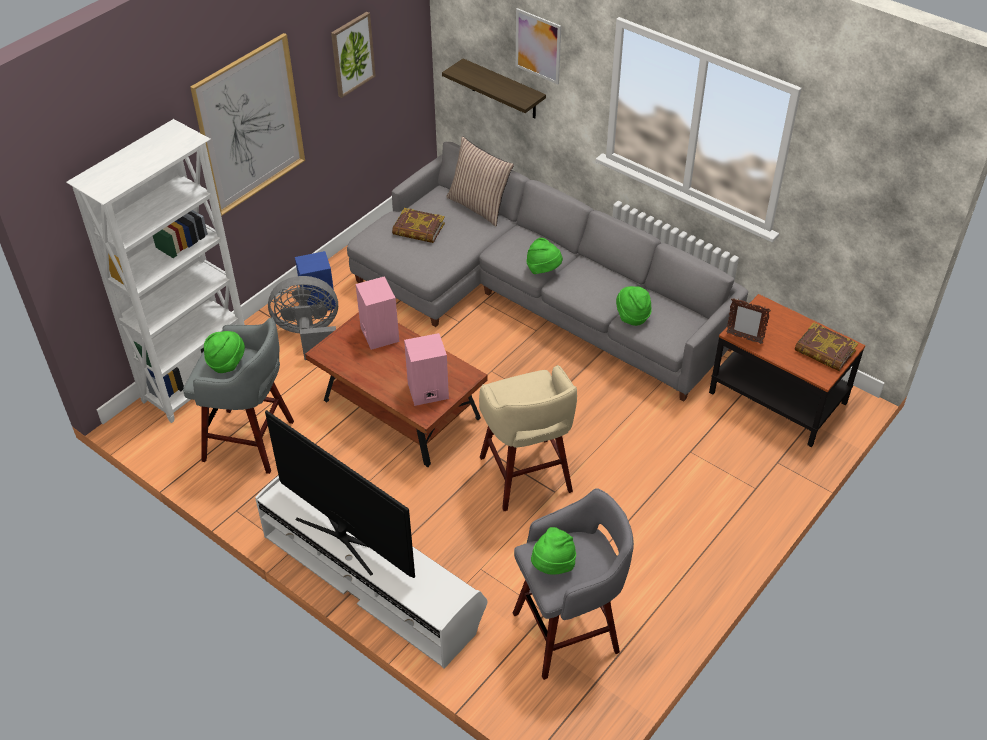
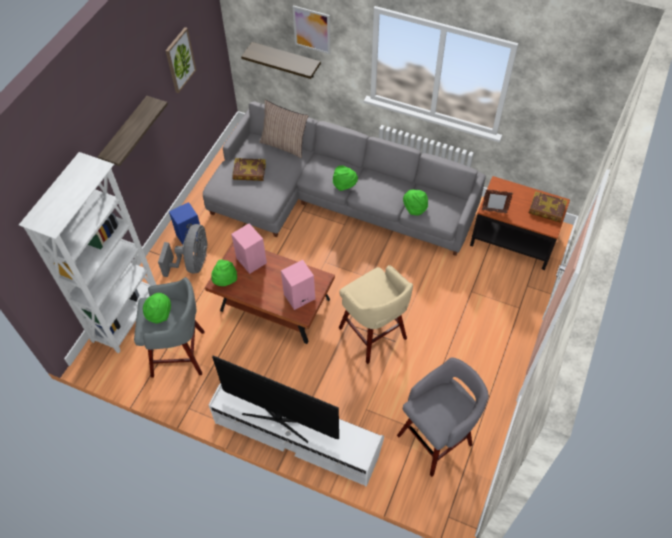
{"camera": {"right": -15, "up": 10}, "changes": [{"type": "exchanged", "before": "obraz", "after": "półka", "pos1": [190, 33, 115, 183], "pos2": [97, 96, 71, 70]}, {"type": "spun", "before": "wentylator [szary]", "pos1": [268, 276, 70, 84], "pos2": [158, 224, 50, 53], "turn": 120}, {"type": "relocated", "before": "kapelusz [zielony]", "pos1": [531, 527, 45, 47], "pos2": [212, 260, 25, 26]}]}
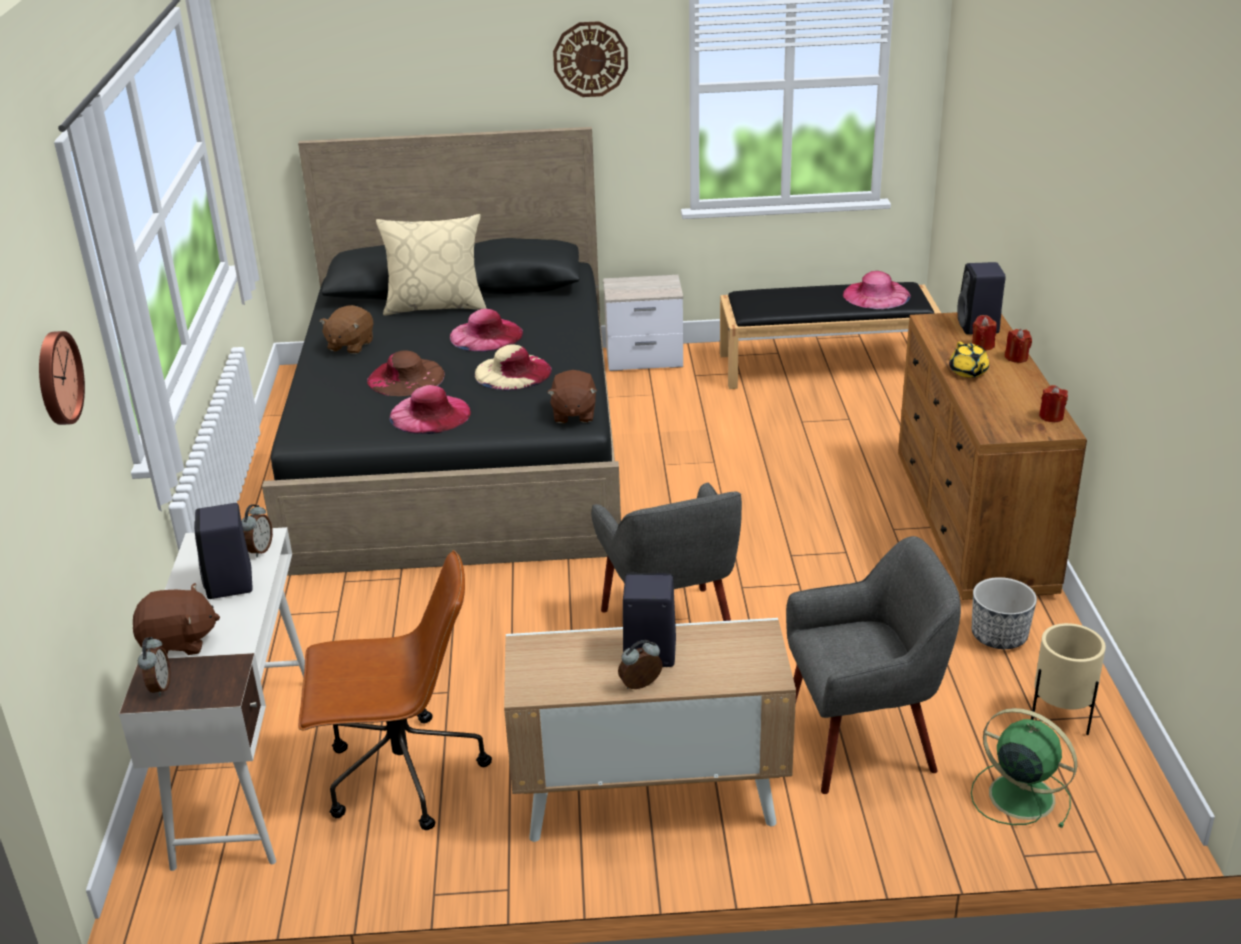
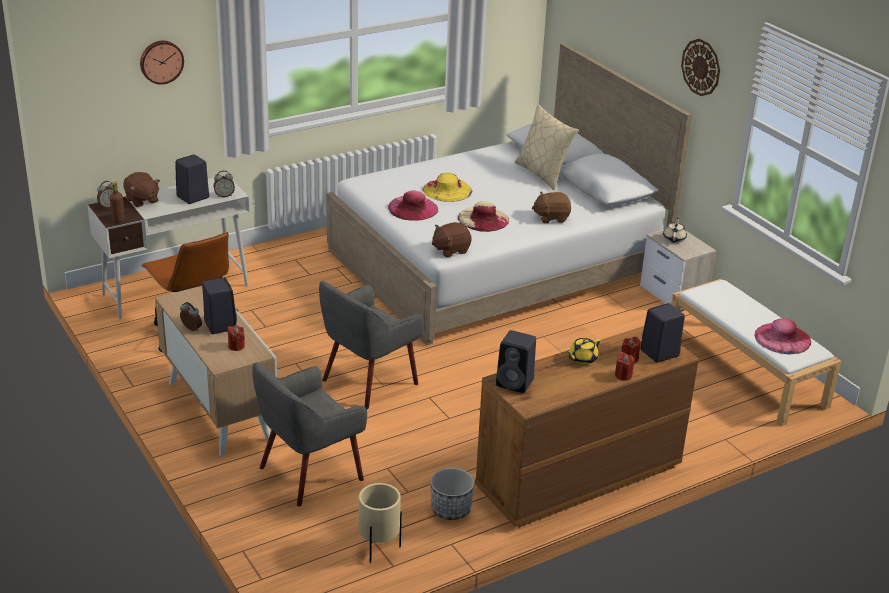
{"camera": {"right": 60, "up": 0}, "changes": [{"type": "appeared", "after": "butelka [brązowy]", "pos2": [110, 181, 15, 42]}, {"type": "relocated", "before": "świeca [czerwony]", "pos1": [1039, 385, 29, 37], "pos2": [228, 325, 17, 26]}, {"type": "spun", "before": "fotel [szary]", "pos1": [786, 536, 175, 258], "pos2": [252, 362, 115, 145], "turn": 90}, {"type": "colour", "before": "łóżko [czarny]", "after": "łóżko [biały]", "pos1": [262, 127, 359, 449], "pos2": [326, 43, 366, 302]}, {"type": "colour", "before": "kapelusz [brązowy]", "after": "kapelusz [żółty]", "pos1": [367, 350, 78, 46], "pos2": [423, 173, 49, 29]}, {"type": "appeared", "after": "głośnik [czarny]", "pos2": [496, 330, 40, 63]}, {"type": "relocated", "before": "pluszak [brązowy]", "pos1": [320, 305, 54, 49], "pos2": [532, 191, 39, 32]}, {"type": "appeared", "after": "imbryk [beżowy]", "pos2": [663, 217, 24, 26]}, {"type": "colour", "before": "ławka [czarny]", "after": "ławka [biały]", "pos1": [720, 282, 221, 107], "pos2": [671, 279, 170, 147]}, {"type": "missing", "before": "kapelusz [różowy]", "pos1": [450, 309, 73, 43]}, {"type": "missing", "before": "wentylator [zielony]", "pos1": [971, 708, 106, 120]}]}
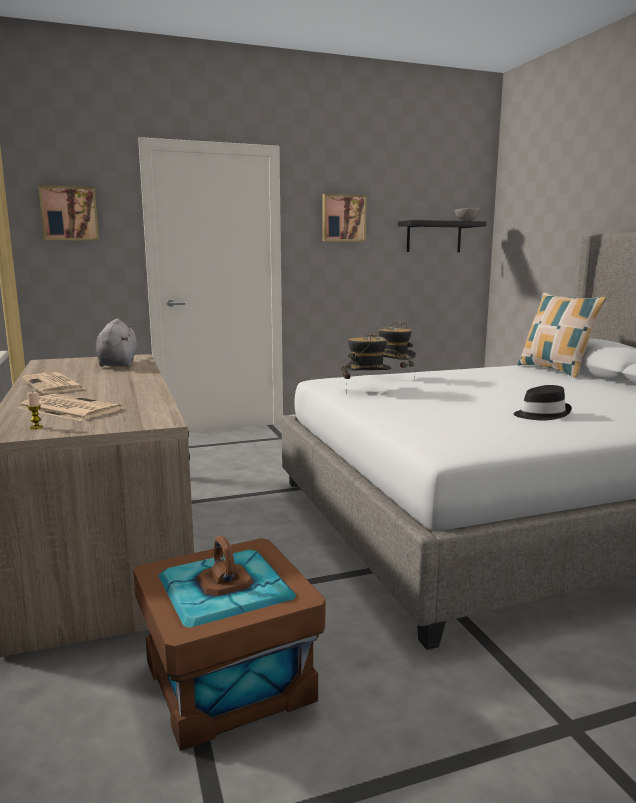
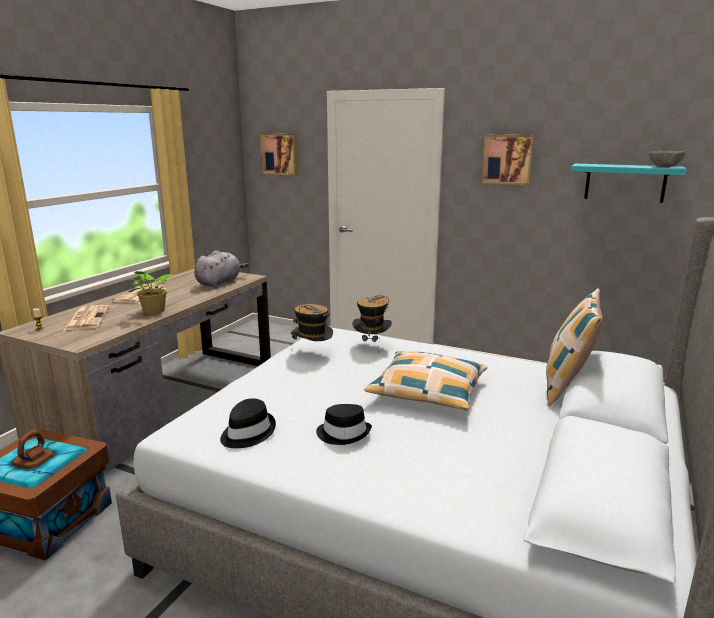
{"camera": {"right": 45, "up": 5}, "changes": [{"type": "appeared", "after": "roślina doniczkowa", "pos2": [128, 268, 44, 46]}, {"type": "appeared", "after": "kapelusz [czarny]", "pos2": [220, 398, 56, 50]}, {"type": "appeared", "after": "poduszka", "pos2": [364, 351, 124, 60]}, {"type": "colour", "before": "półka [czarny]", "after": "półka [turkusowy]", "pos1": [398, 220, 88, 32], "pos2": [571, 164, 116, 39]}]}
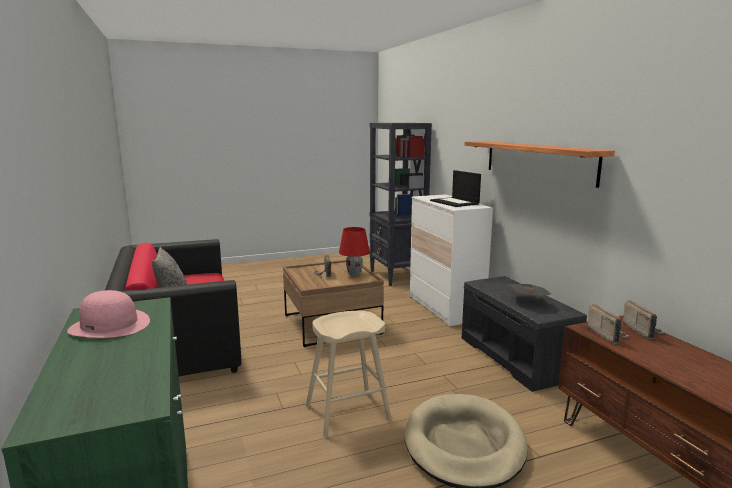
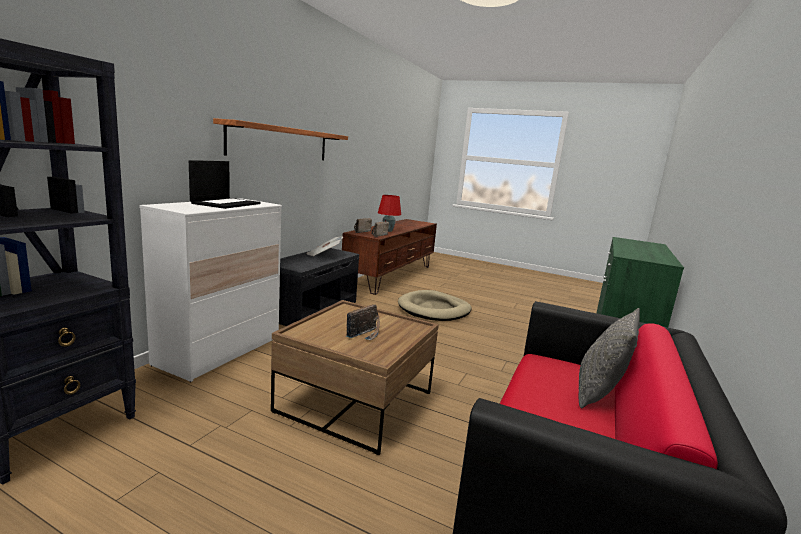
{"camera": {"right": -135, "up": 0}, "changes": [{"type": "relocated", "before": "lampa stołowa [czerwony]", "pos1": [339, 227, 31, 49], "pos2": [378, 195, 23, 37]}, {"type": "missing", "before": "kapelusz [różowy]", "pos1": [67, 290, 83, 48]}, {"type": "missing", "before": "stołek [beżowy]", "pos1": [306, 311, 86, 126]}]}
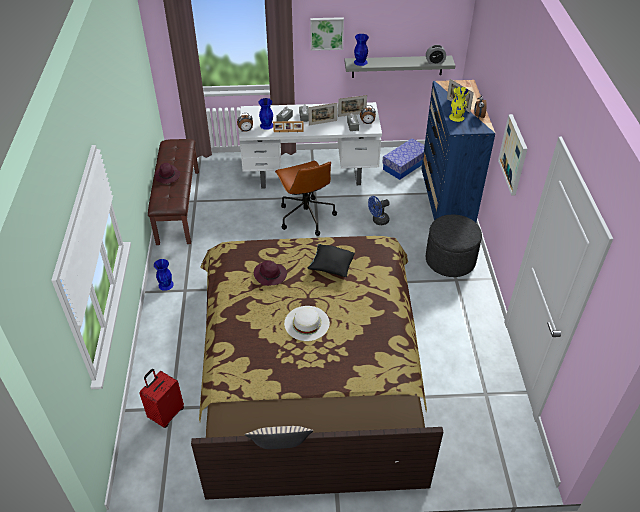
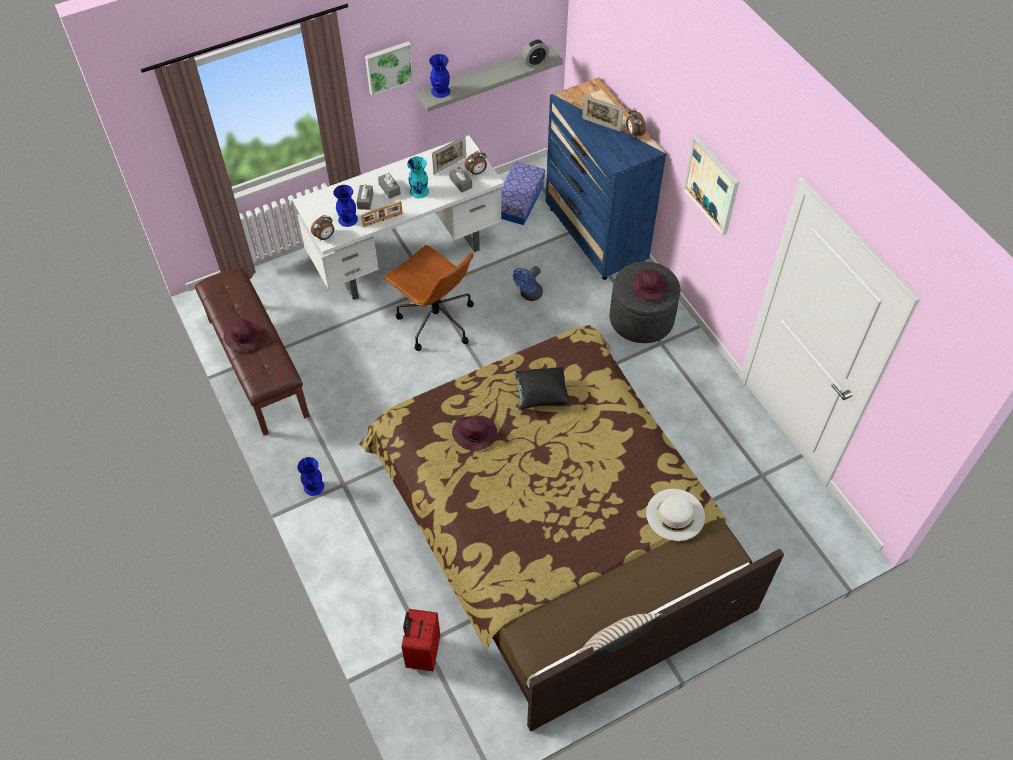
{"camera": {"right": -25, "up": 10}, "changes": [{"type": "exchanged", "before": "ramka na zdjęcie", "after": "wazon [turkusowy]", "pos1": [309, 103, 28, 22], "pos2": [407, 157, 22, 41]}, {"type": "appeared", "after": "kapelusz [fioletowy]", "pos2": [632, 269, 36, 32]}, {"type": "relocated", "before": "kapelusz [biały]", "pos1": [284, 306, 46, 35], "pos2": [646, 489, 59, 52]}, {"type": "missing", "before": "wazon [żółty]", "pos1": [449, 87, 20, 35]}]}
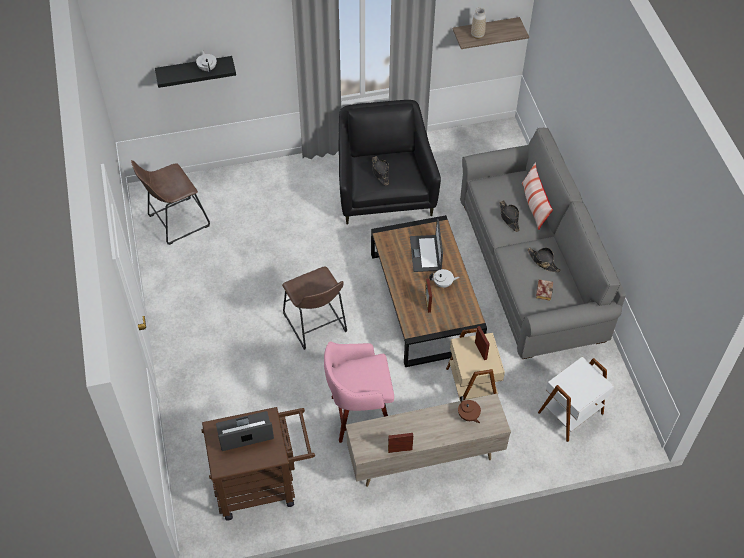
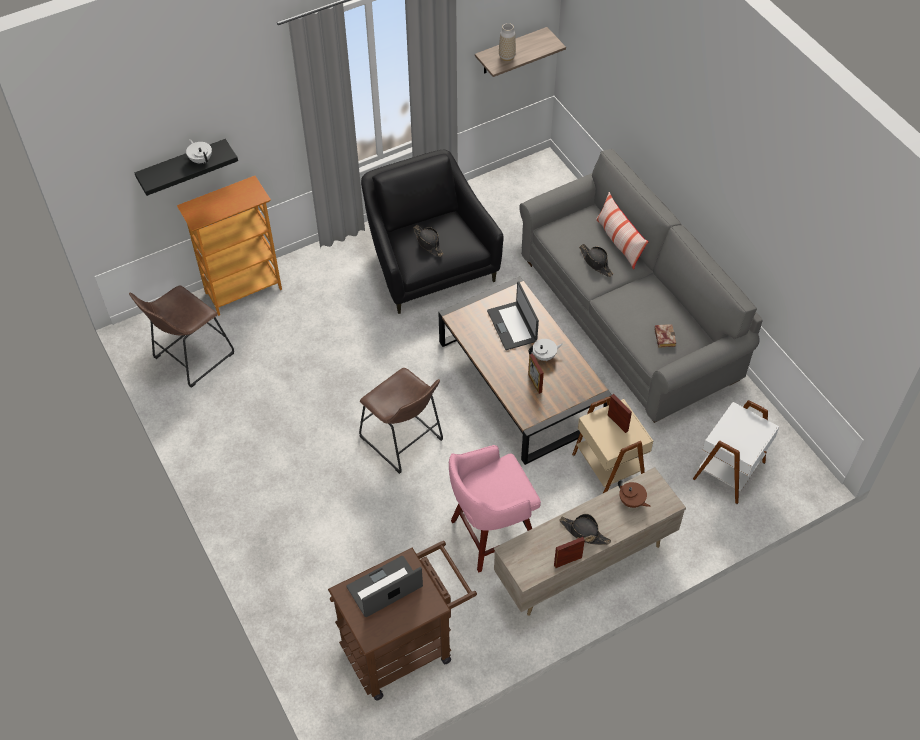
{"camera": {"right": -15, "up": 0}, "changes": [{"type": "appeared", "after": "regał", "pos2": [177, 176, 105, 140]}, {"type": "relocated", "before": "kapelusz [czarny]", "pos1": [527, 248, 34, 24], "pos2": [559, 514, 52, 31]}]}
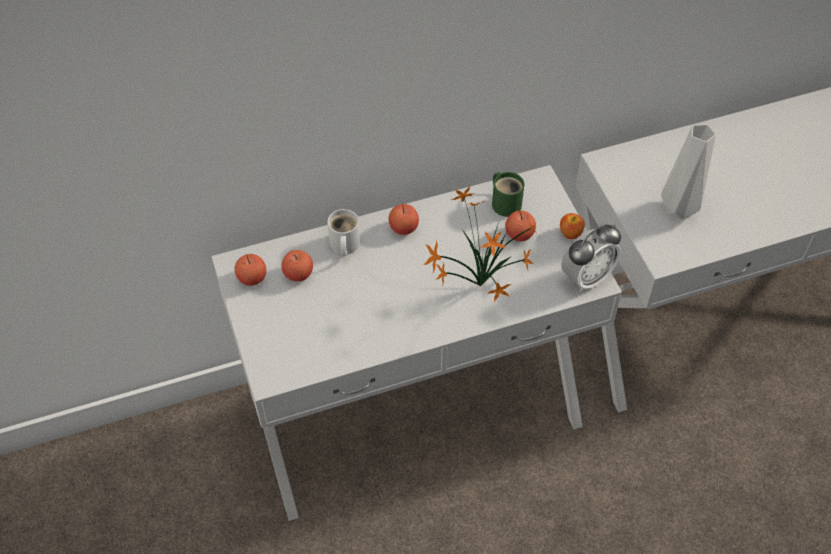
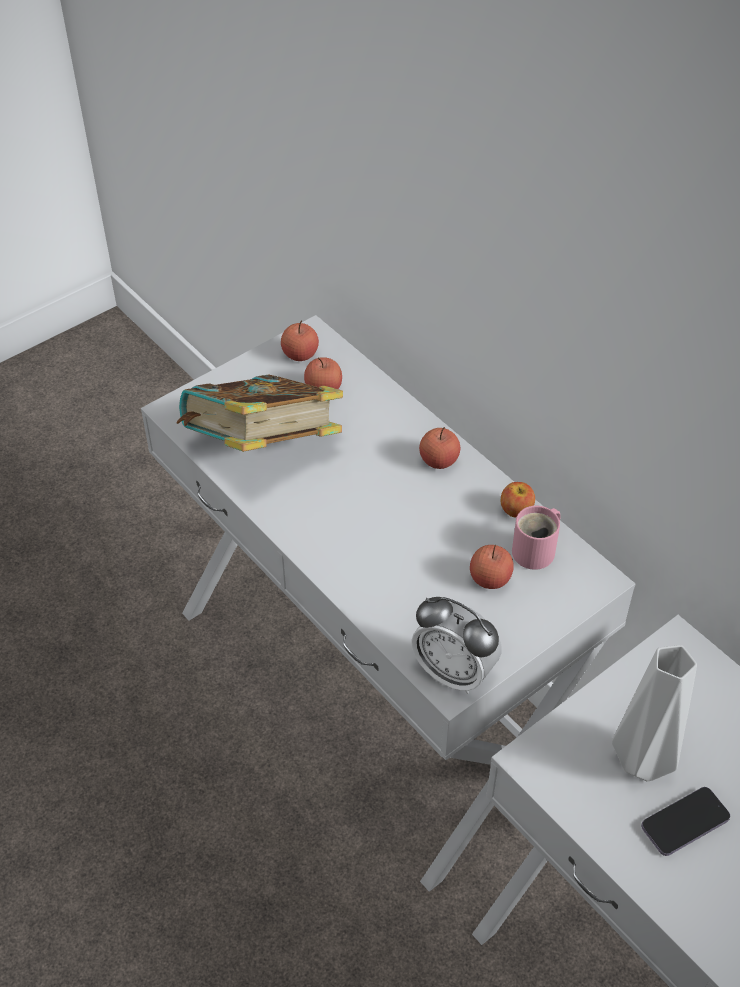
{"camera": {"right": 70, "up": -5}, "changes": [{"type": "appeared", "after": "książka", "pos2": [177, 375, 166, 77]}, {"type": "relocated", "before": "jabłko", "pos1": [560, 213, 25, 26], "pos2": [501, 482, 34, 36]}, {"type": "colour", "before": "kubek [zielony]", "after": "kubek [różowy]", "pos1": [492, 172, 32, 45], "pos2": [512, 506, 49, 64]}, {"type": "appeared", "after": "telefon", "pos2": [641, 787, 89, 69]}, {"type": "missing", "before": "kubek [biały]", "pos1": [327, 209, 33, 47]}, {"type": "missing", "before": "roślina doniczkowa", "pos1": [423, 186, 116, 116]}]}
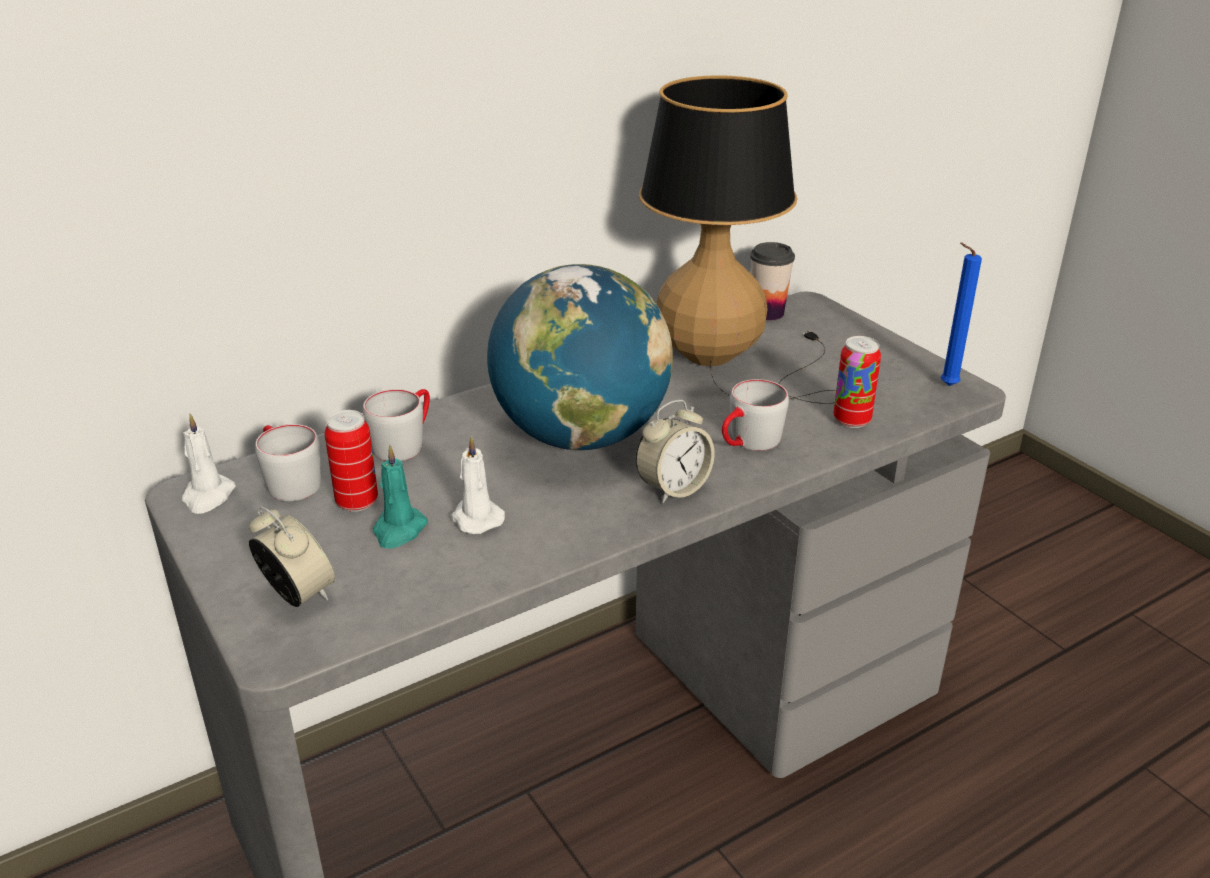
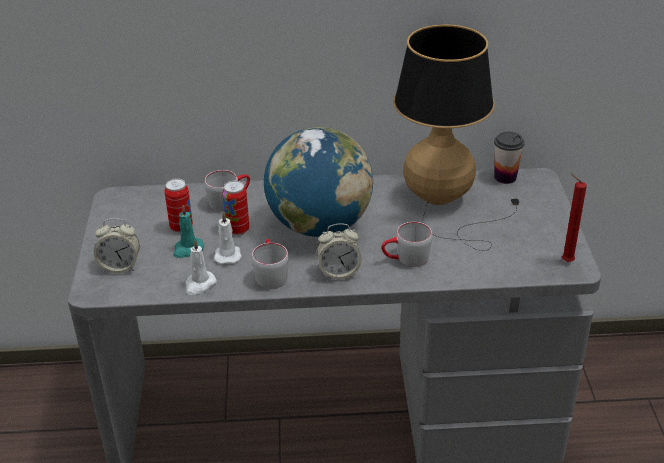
{"camera": {"right": 30, "up": 5}, "changes": [{"type": "spun", "before": "budzik", "pos1": [249, 506, 86, 101], "pos2": [94, 218, 46, 55], "turn": 105}, {"type": "relocated", "before": "świeca [biały]", "pos1": [182, 413, 54, 101], "pos2": [185, 240, 32, 55]}, {"type": "relocated", "before": "puszka", "pos1": [833, 336, 48, 92], "pos2": [223, 181, 26, 54]}, {"type": "relocated", "before": "kubek [szary]", "pos1": [255, 424, 66, 77], "pos2": [251, 239, 38, 50]}, {"type": "colour", "before": "świeca [niebieski]", "after": "świeca [czerwony]", "pos1": [941, 242, 41, 144], "pos2": [562, 173, 25, 89]}]}
